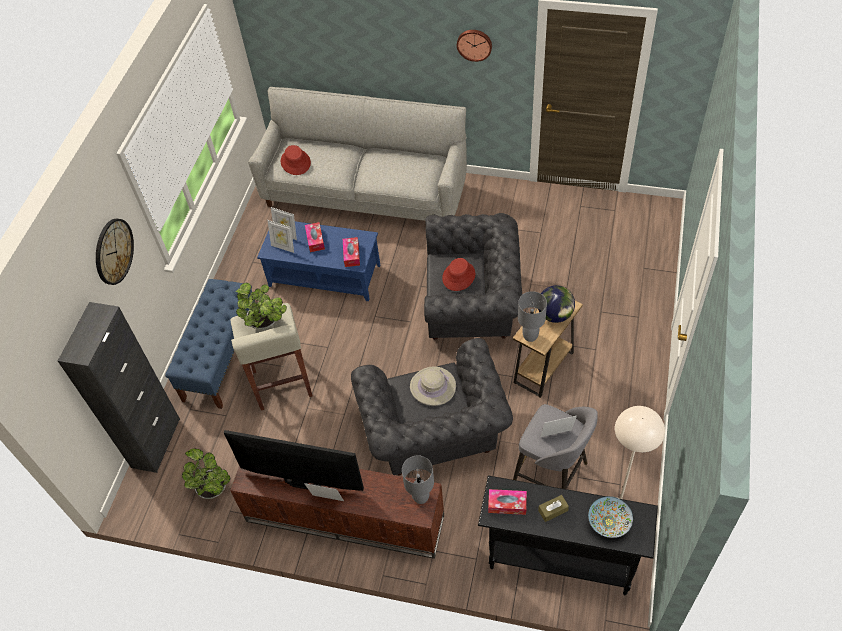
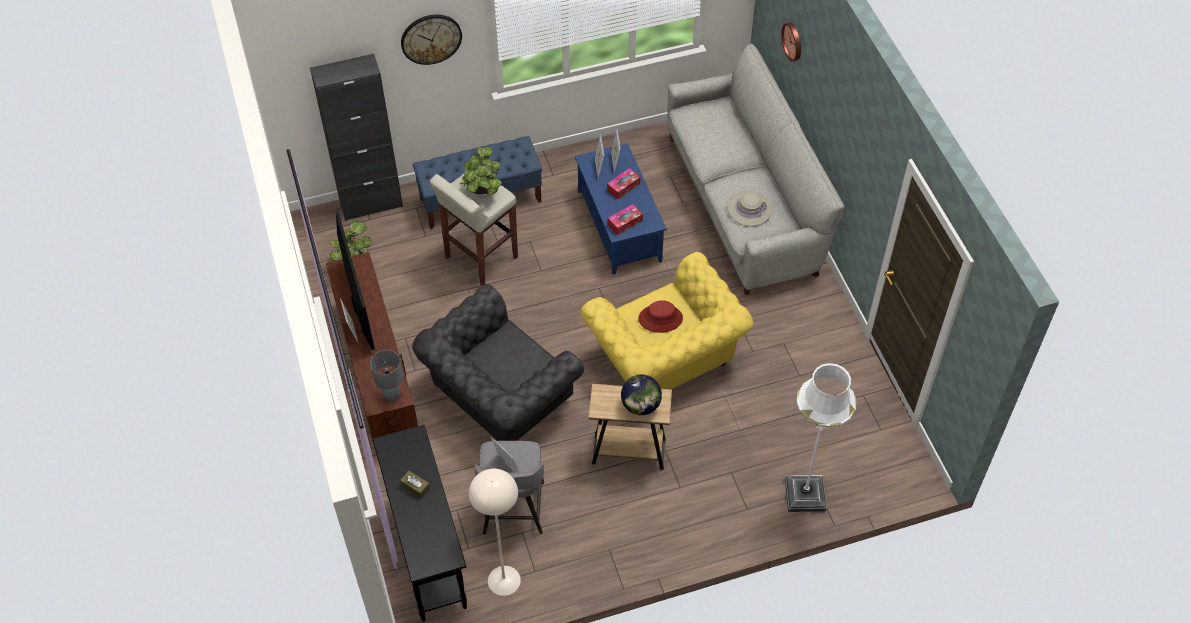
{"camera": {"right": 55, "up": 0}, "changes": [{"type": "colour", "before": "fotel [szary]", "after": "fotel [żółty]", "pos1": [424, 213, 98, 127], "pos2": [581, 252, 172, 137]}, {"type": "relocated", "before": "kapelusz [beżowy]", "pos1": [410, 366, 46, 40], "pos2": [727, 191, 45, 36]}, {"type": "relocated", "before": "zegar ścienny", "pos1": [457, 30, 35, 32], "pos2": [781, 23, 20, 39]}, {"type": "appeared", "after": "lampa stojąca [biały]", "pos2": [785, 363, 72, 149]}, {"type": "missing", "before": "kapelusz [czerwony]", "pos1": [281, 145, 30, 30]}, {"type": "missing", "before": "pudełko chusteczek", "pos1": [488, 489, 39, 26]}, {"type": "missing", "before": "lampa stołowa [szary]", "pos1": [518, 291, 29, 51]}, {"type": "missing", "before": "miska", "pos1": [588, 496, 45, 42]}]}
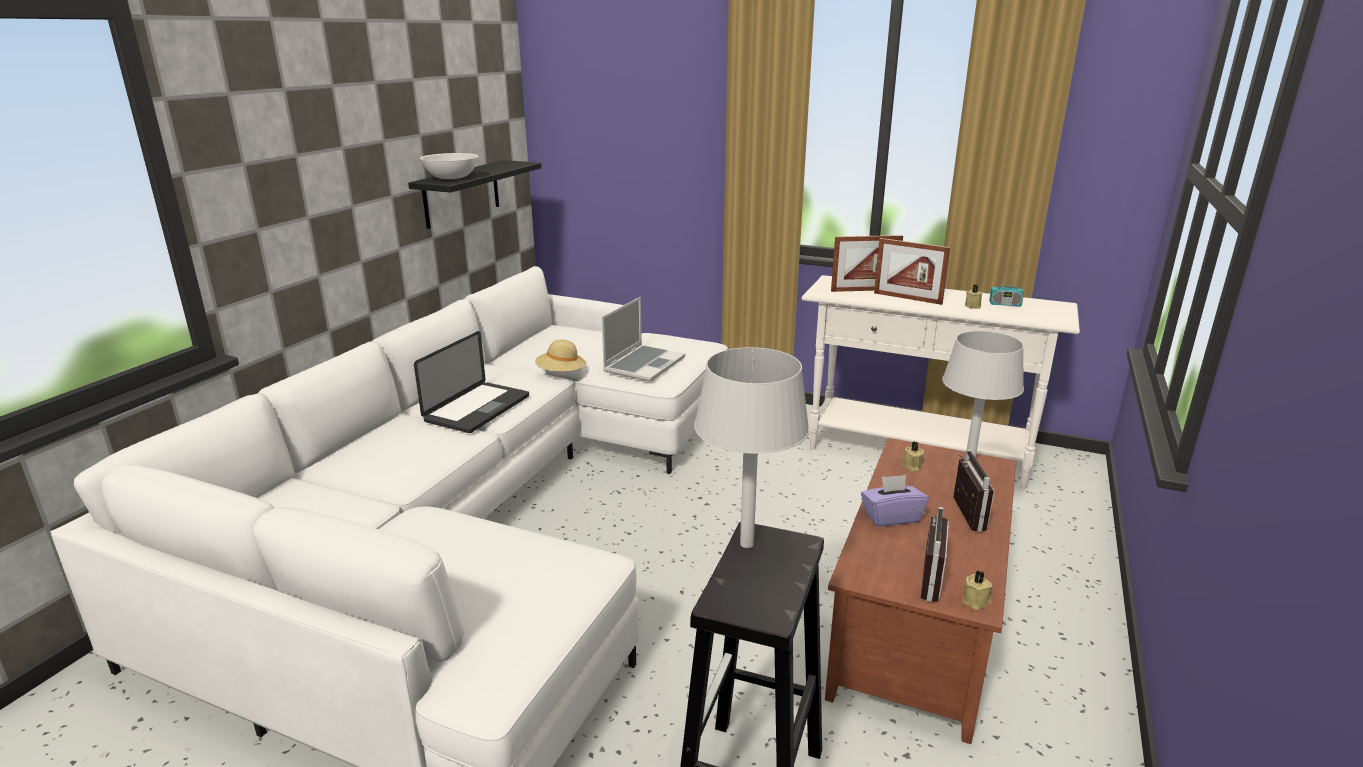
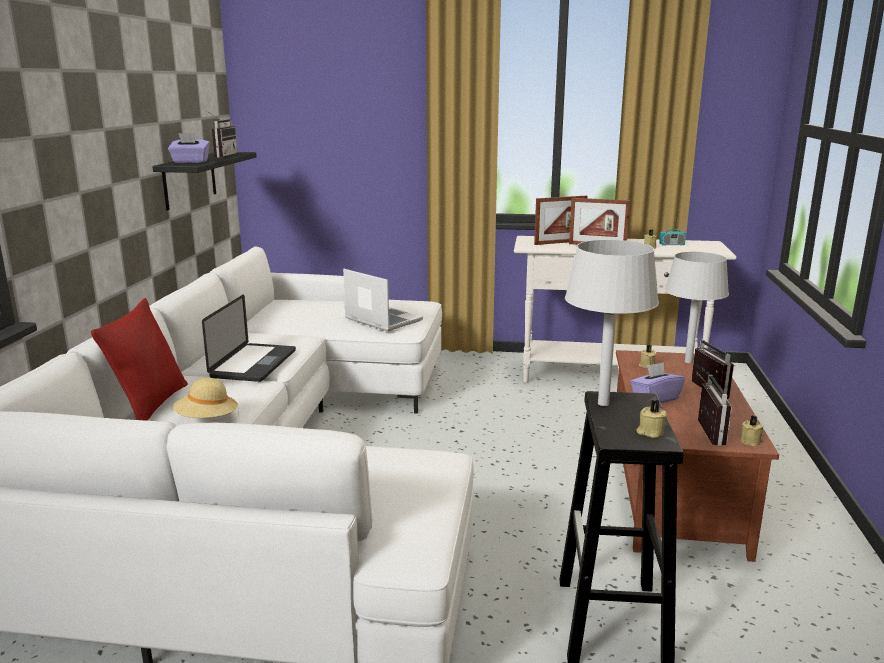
{"camera": {"right": -15, "up": -5}, "changes": [{"type": "appeared", "after": "poduszka [czerwony]", "pos2": [90, 298, 98, 123]}, {"type": "exchanged", "before": "miska [biały]", "after": "pudełko chusteczek [fioletowy]", "pos1": [420, 153, 58, 26], "pos2": [168, 133, 42, 30]}, {"type": "relocated", "before": "kapelusz [beżowy]", "pos1": [535, 339, 51, 32], "pos2": [173, 378, 66, 40]}, {"type": "appeared", "after": "radio", "pos2": [207, 111, 31, 47]}, {"type": "spun", "before": "laptop", "pos1": [601, 297, 84, 85], "pos2": [343, 269, 80, 63], "turn": -60}, {"type": "appeared", "after": "świeca [beżowy]", "pos2": [636, 399, 31, 39]}]}
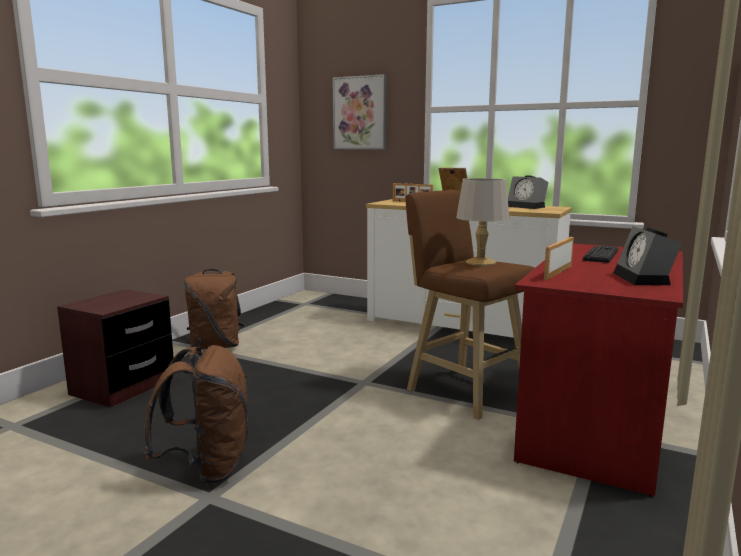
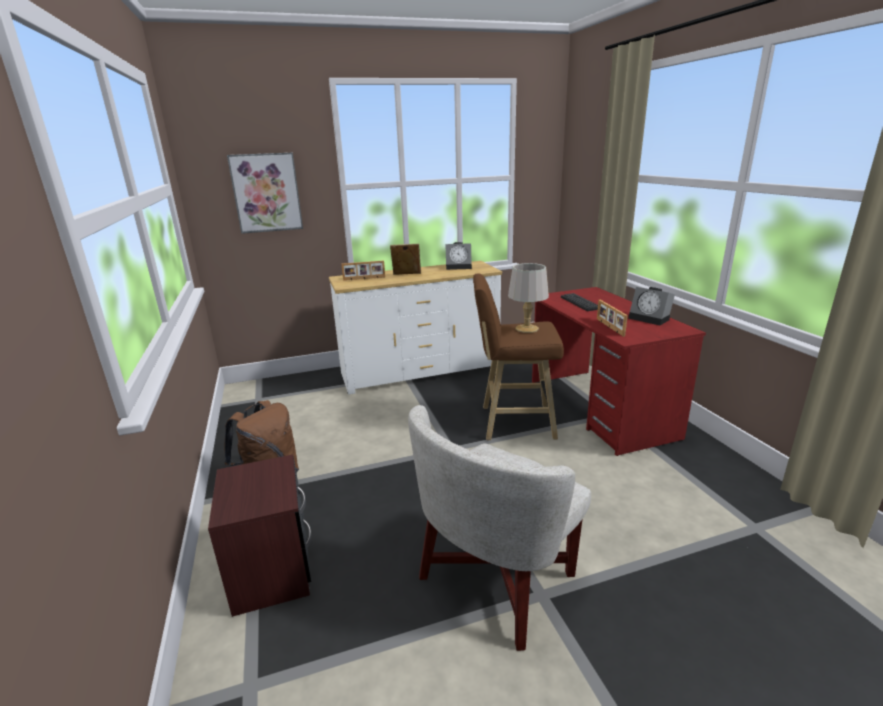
{"camera": {"right": -45, "up": 10}, "changes": [{"type": "exchanged", "before": "plecak [brązowy]", "after": "fotel [biały]", "pos1": [144, 345, 104, 140], "pos2": [408, 405, 183, 246]}]}
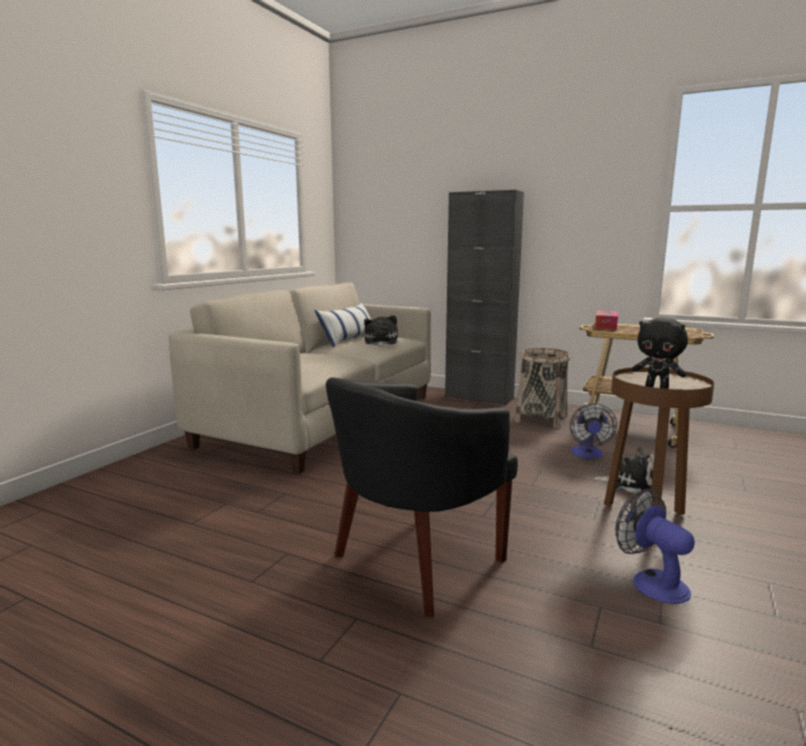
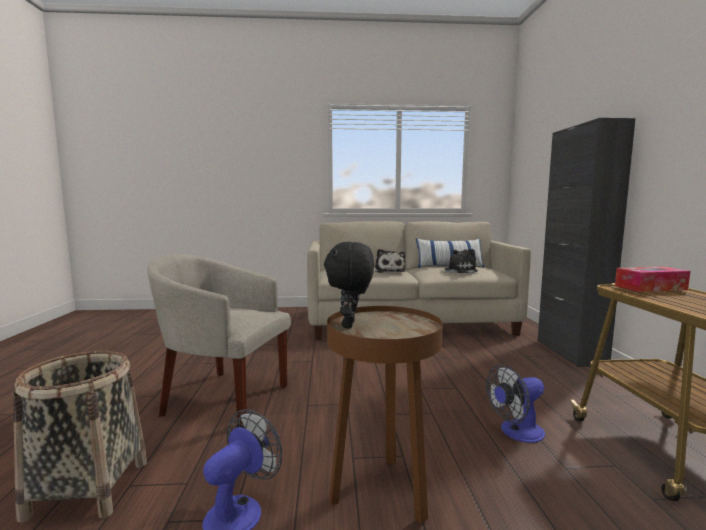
{"camera": {"right": 60, "up": -5}, "changes": [{"type": "relocated", "before": "koszyk", "pos1": [515, 348, 56, 80], "pos2": [13, 351, 134, 172]}, {"type": "colour", "before": "fotel [czarny]", "after": "fotel [beżowy]", "pos1": [326, 377, 192, 240], "pos2": [147, 254, 144, 173]}, {"type": "relocated", "before": "pluszak", "pos1": [593, 447, 61, 47], "pos2": [375, 249, 30, 24]}]}
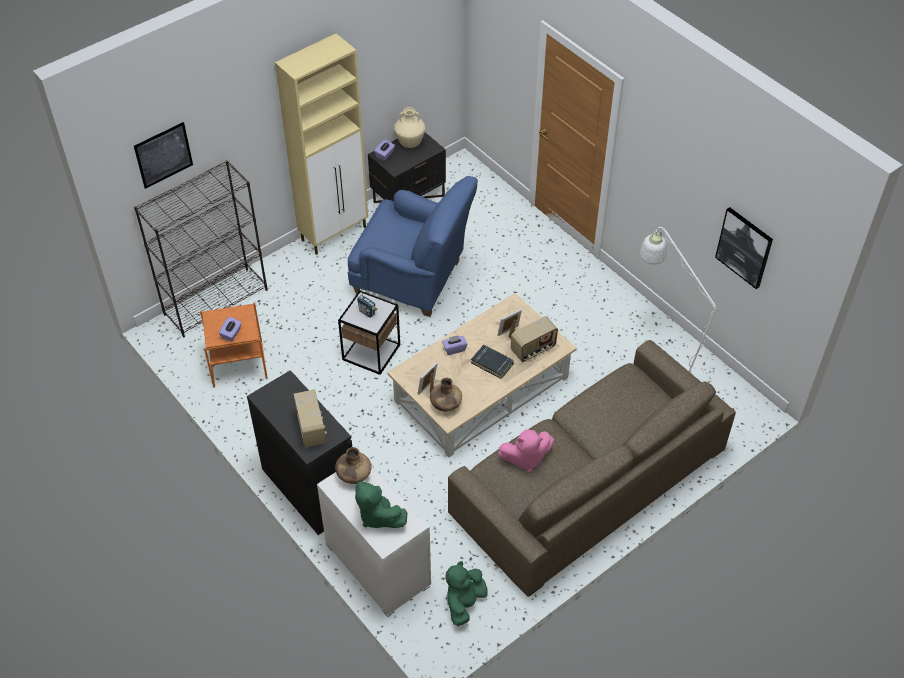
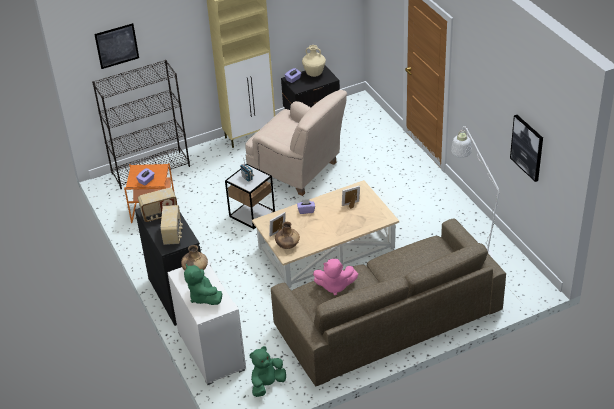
{"camera": {"right": 15, "up": -10}, "changes": [{"type": "relocated", "before": "radio", "pos1": [511, 316, 47, 46], "pos2": [138, 188, 39, 34]}, {"type": "colour", "before": "fotel [niebieski]", "after": "fotel [beżowy]", "pos1": [348, 176, 130, 141], "pos2": [245, 90, 102, 106]}, {"type": "missing", "before": "książka [czarny]", "pos1": [471, 345, 43, 34]}]}
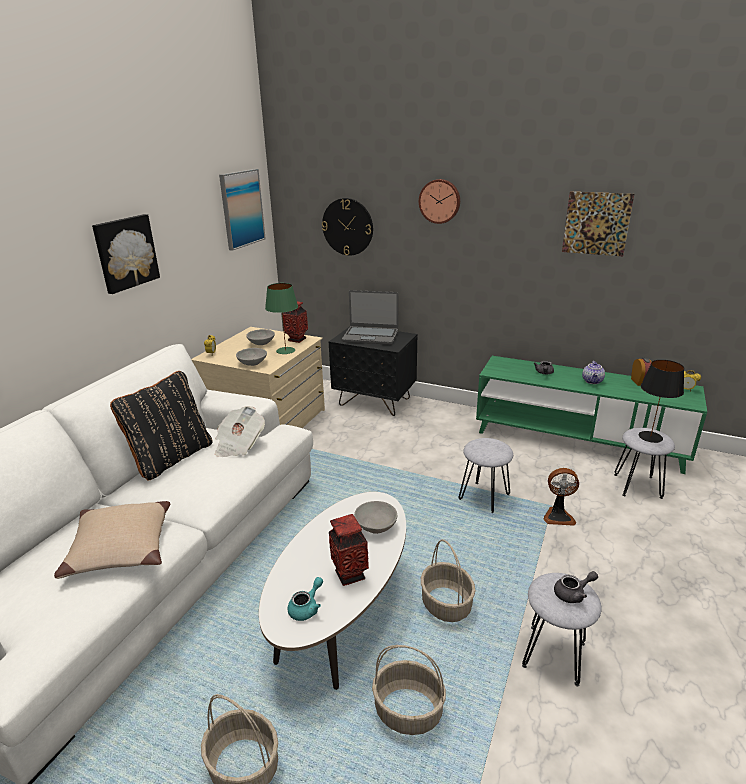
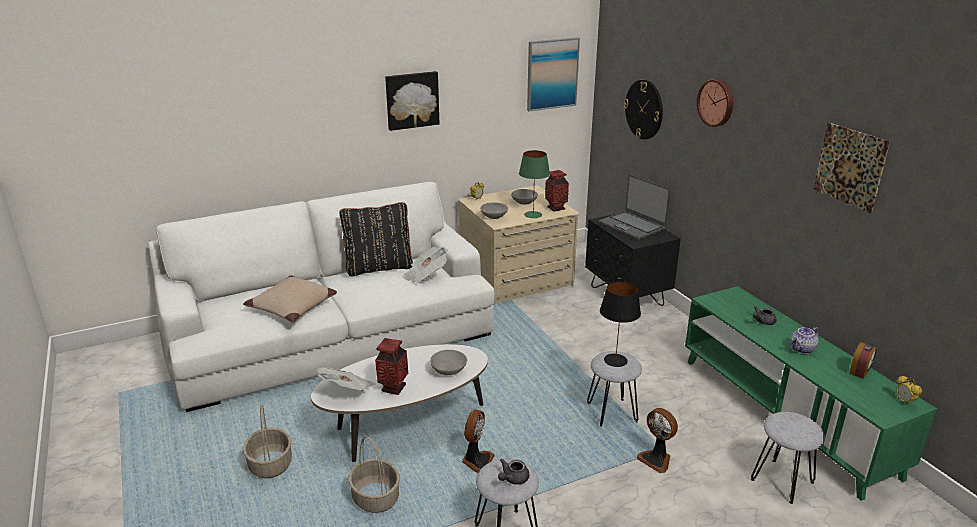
{"camera": {"right": 40, "up": 0}, "changes": [{"type": "exchanged", "before": "imbryk [turkusowy]", "after": "gazeta", "pos1": [288, 577, 35, 44], "pos2": [317, 367, 59, 24]}, {"type": "exchanged", "before": "koszyk", "after": "wentylator", "pos1": [421, 539, 55, 83], "pos2": [462, 410, 33, 63]}, {"type": "spun", "before": "imbryk [szary]", "pos1": [554, 571, 44, 32], "pos2": [498, 459, 31, 26], "turn": 105}, {"type": "relocated", "before": "lampa stołowa [czarny]", "pos1": [639, 360, 45, 83], "pos2": [600, 281, 41, 86]}]}
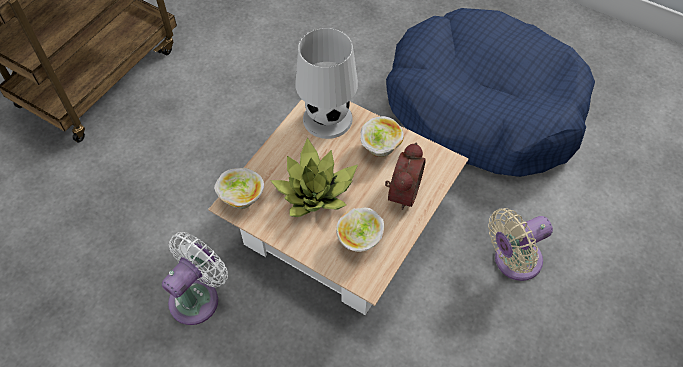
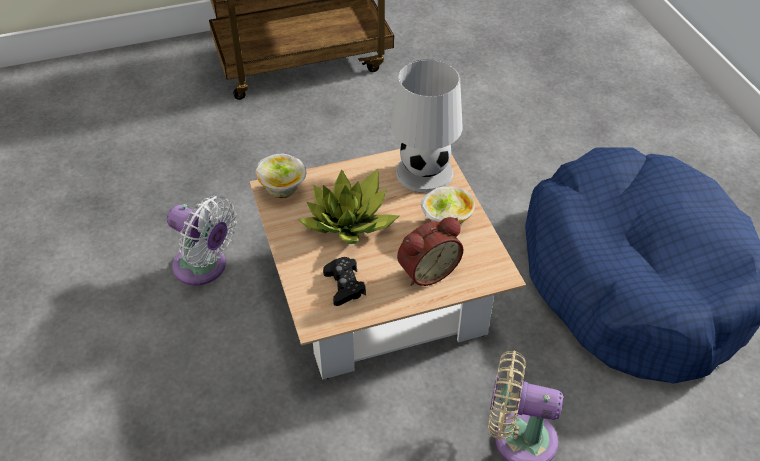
{"camera": {"right": 40, "up": -10}, "changes": [{"type": "spun", "before": "wentylator [biały]", "pos1": [162, 232, 66, 93], "pos2": [167, 196, 70, 90], "turn": 45}, {"type": "exchanged", "before": "miska", "after": "pad do gier [czarny]", "pos1": [336, 208, 48, 44], "pos2": [323, 257, 43, 49]}]}
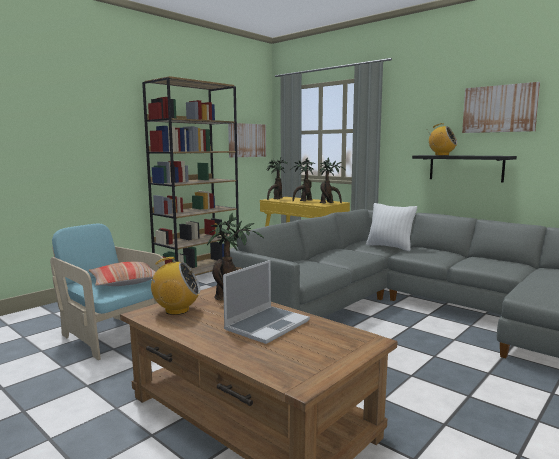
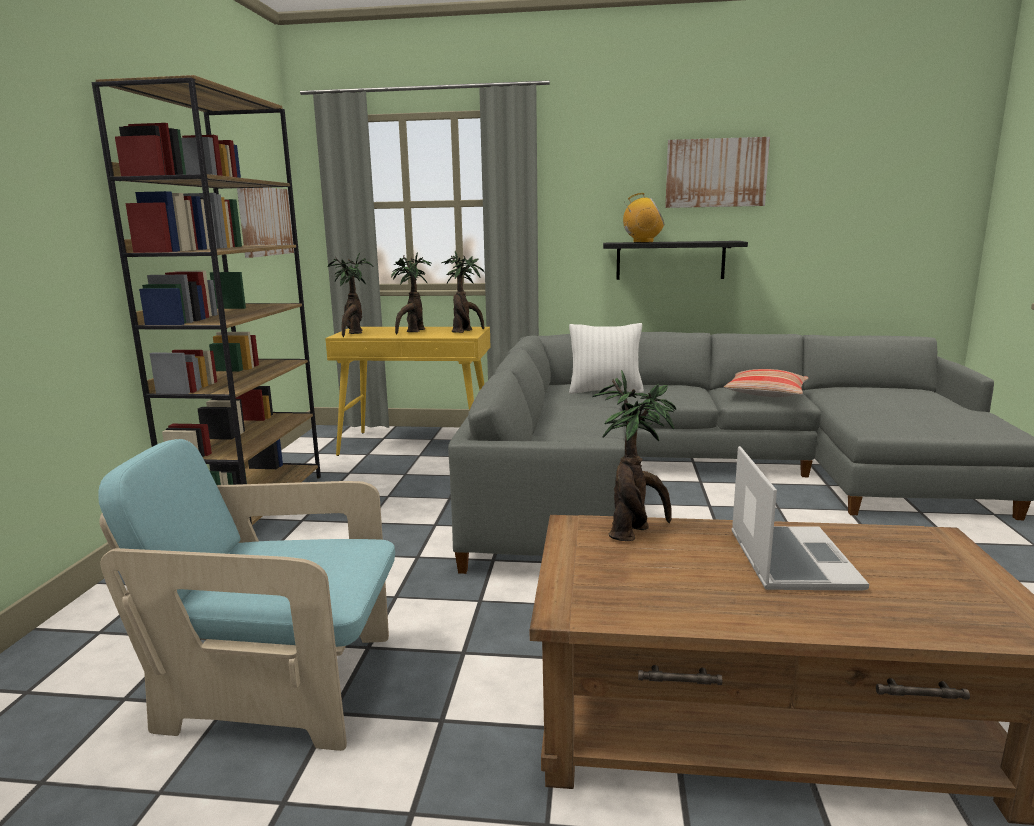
{"camera": {"right": -35, "up": 5}, "changes": [{"type": "relocated", "before": "poduszka", "pos1": [89, 262, 67, 24], "pos2": [724, 369, 85, 28]}, {"type": "missing", "before": "radio", "pos1": [146, 257, 54, 58]}]}
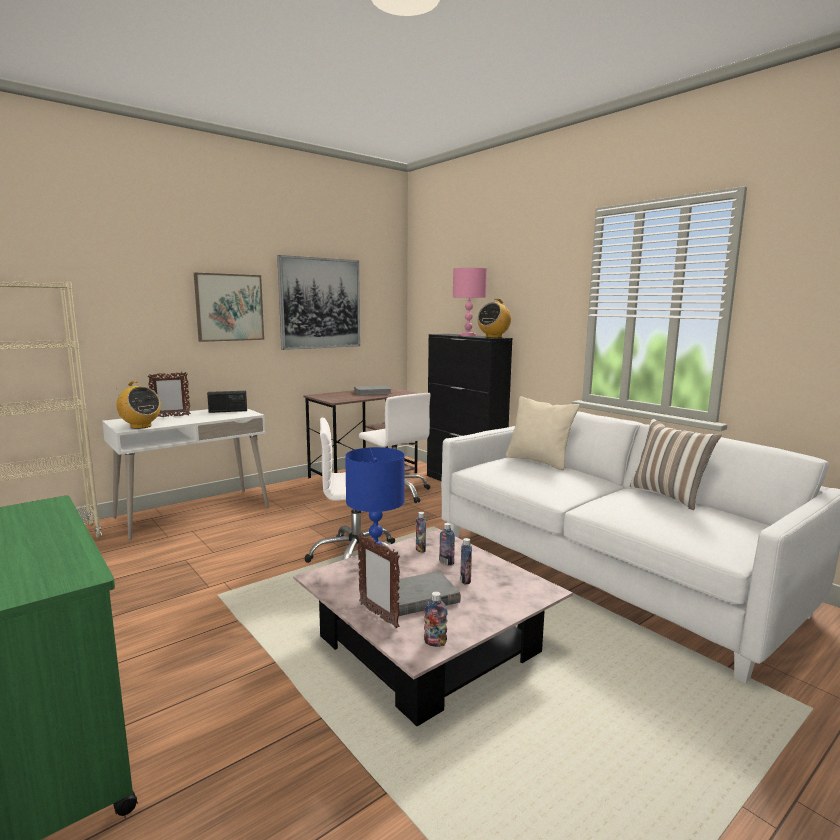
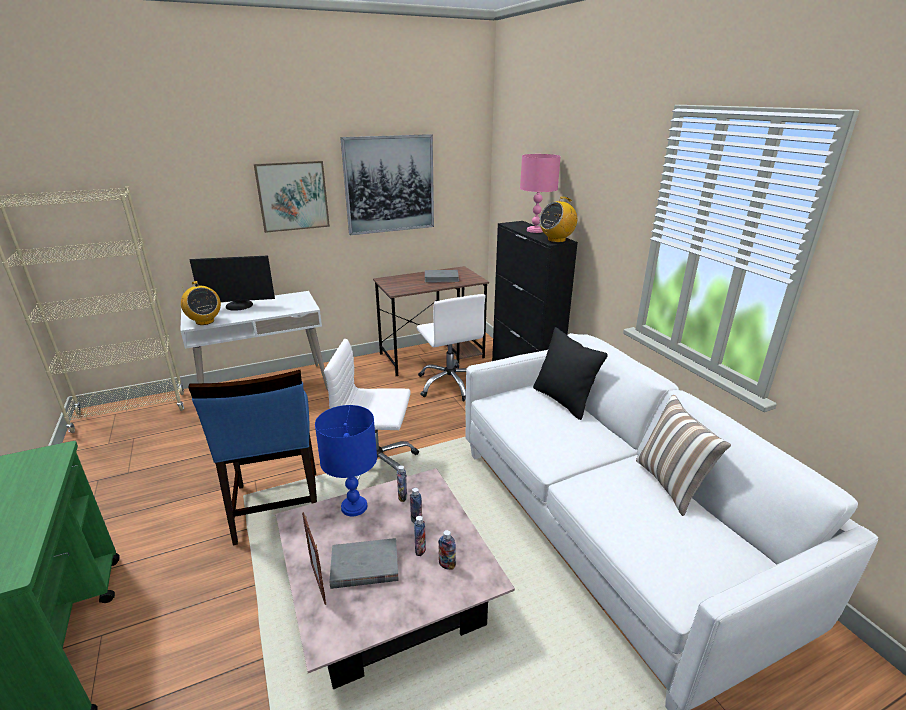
{"camera": {"right": 15, "up": 15}, "changes": [{"type": "appeared", "after": "krzesło [niebieski]", "pos2": [188, 370, 129, 175]}, {"type": "exchanged", "before": "ramka na zdjęcie", "after": "monitor", "pos1": [148, 372, 43, 45], "pos2": [189, 255, 86, 56]}, {"type": "relocated", "before": "butelka", "pos1": [424, 591, 24, 56], "pos2": [438, 530, 18, 40]}, {"type": "colour", "before": "poduszka [beżowy]", "after": "poduszka [czarny]", "pos1": [506, 396, 73, 74], "pos2": [533, 327, 75, 93]}, {"type": "missing", "before": "radio", "pos1": [207, 391, 40, 22]}]}
